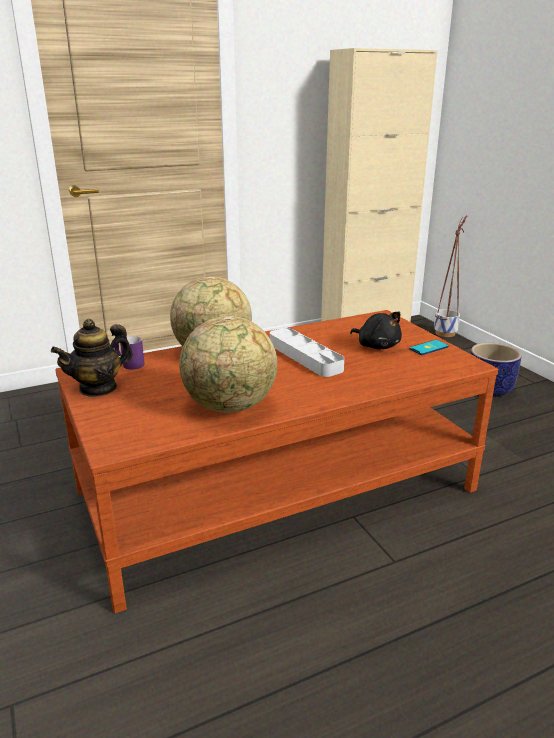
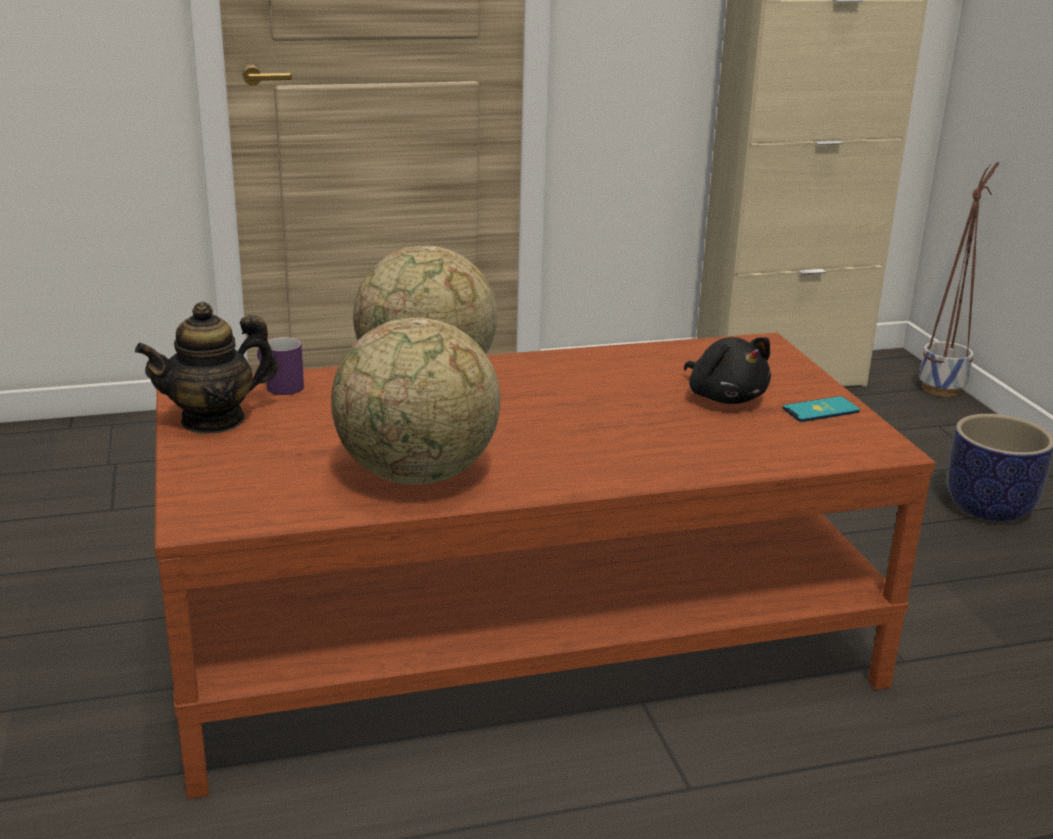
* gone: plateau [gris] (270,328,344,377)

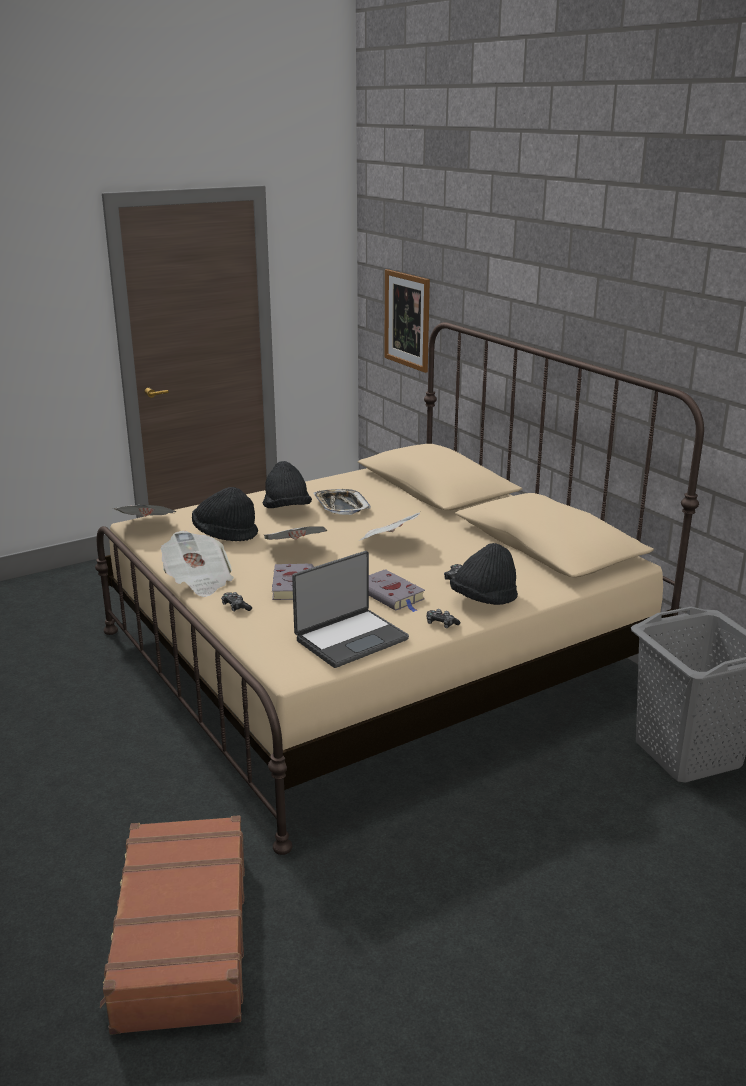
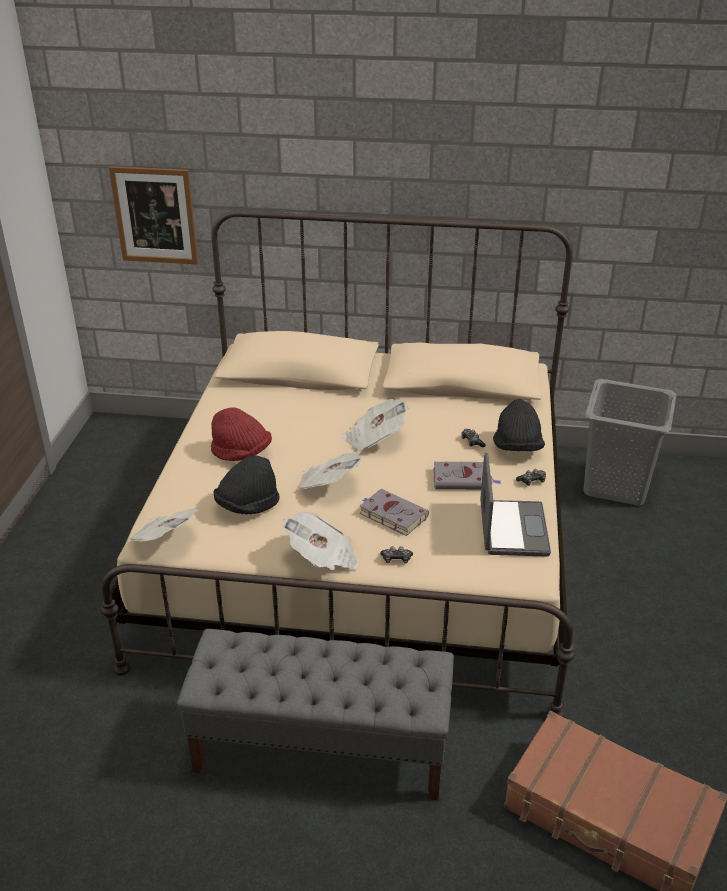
* repainted: chapeau [noir] (263,461,312,508) to chapeau [rouge] (211,407,272,461)
* gone: plateau (313,489,371,515)
* new: banc [gris] (177,629,454,801)

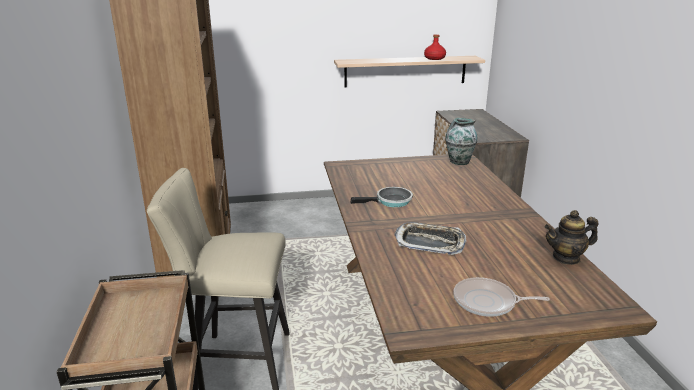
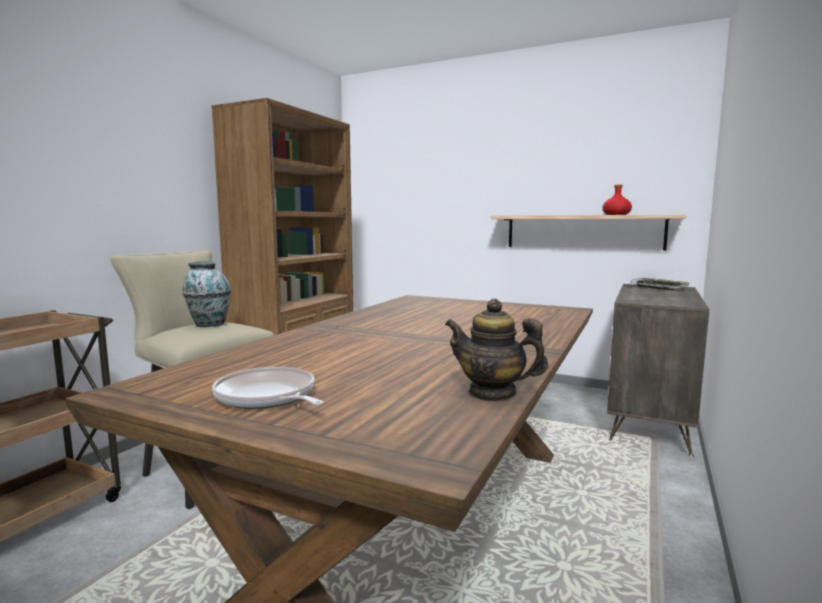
* gone: poêle (351,187,413,207)
* shifted: plateau (394,222,466,255) to (630,278,690,290)
* shifted: vase (445,118,477,165) to (182,261,231,327)

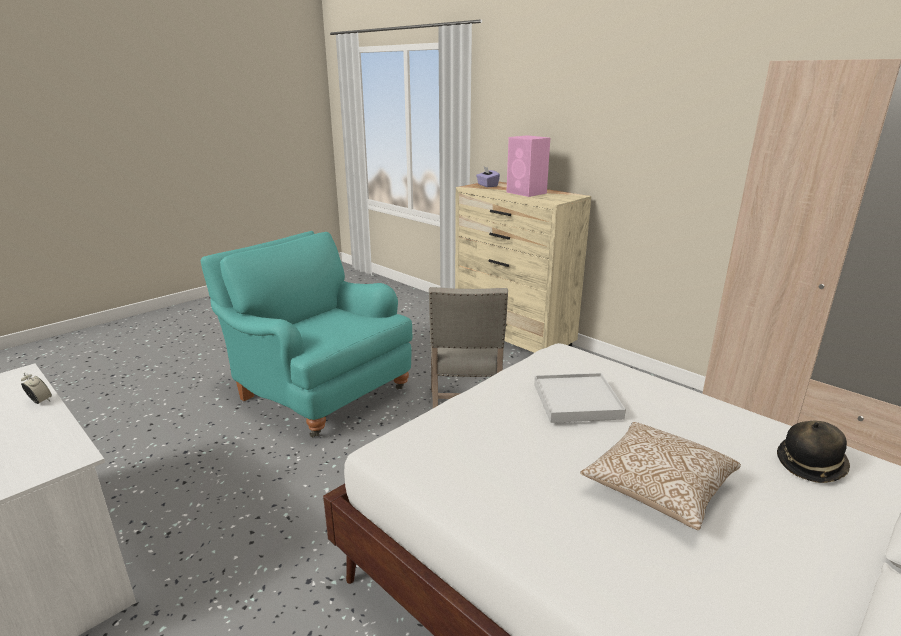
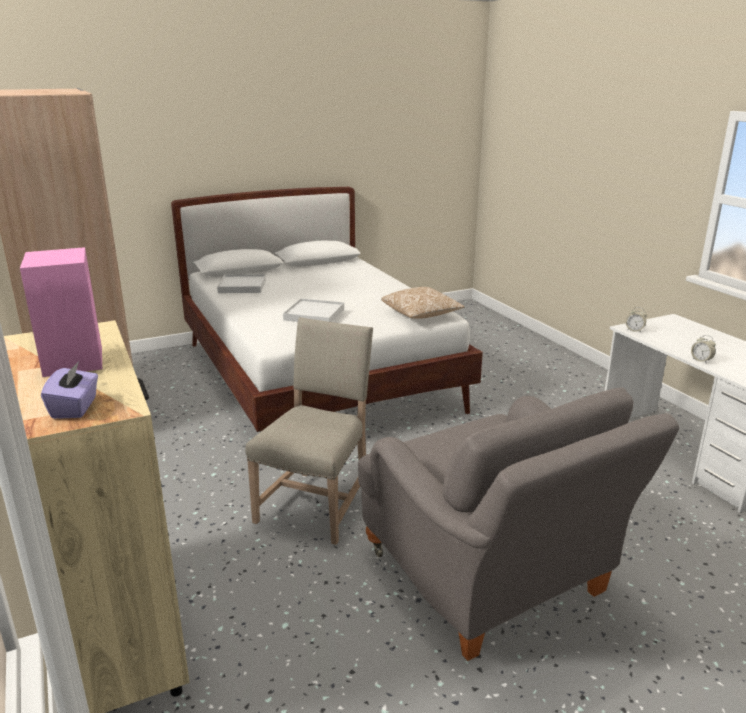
* repainted: fauteuil [turquoise] (201,231,412,438) to fauteuil [gris] (358,388,680,661)
* shifted: coussin (580,422,741,530) to (381,287,465,319)
* swapped: chapeau (777,421,850,483) to plateau [blanc] (217,274,266,293)
* new: réveil (626,307,647,333)

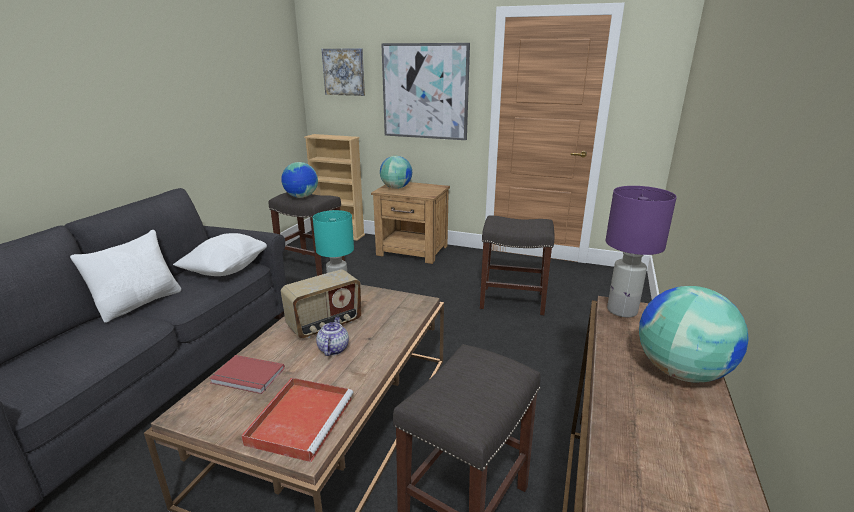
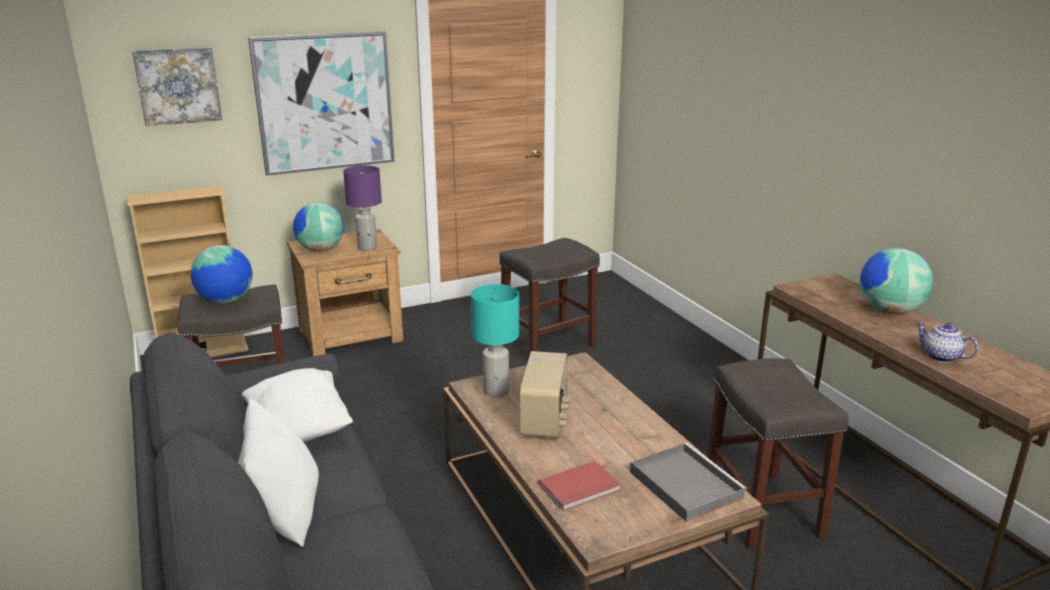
* repainted: plateau [rouge] (241,378,353,462) to plateau [gris] (630,443,747,522)
* shifted: théière (316,317,349,356) to (916,322,979,363)
* shifted: lampe de table [violet] (606,186,677,317) to (343,165,382,251)

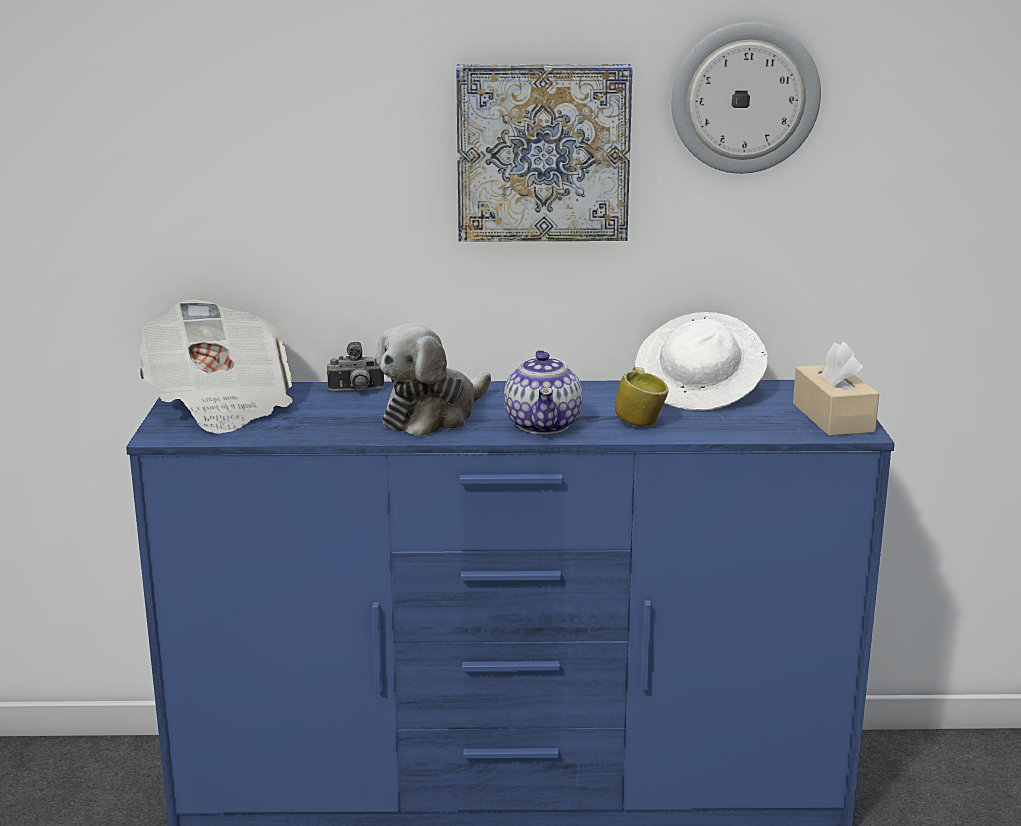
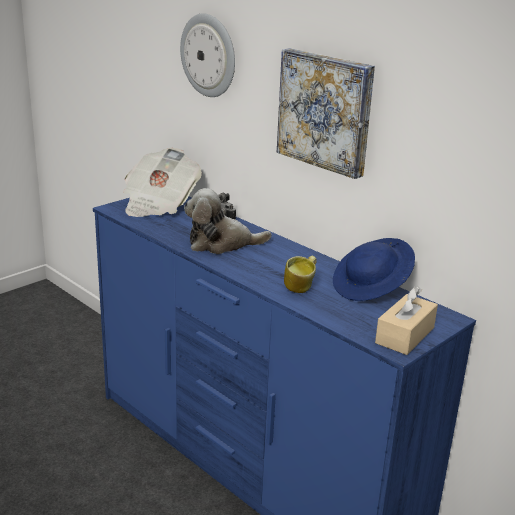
* gone: théière (504,350,583,434)
* repainted: chapeau [blanc] (635,312,768,411) to chapeau [bleu] (333,238,415,301)
* shifted: horloge murale (671,22,821,174) to (180,13,235,97)

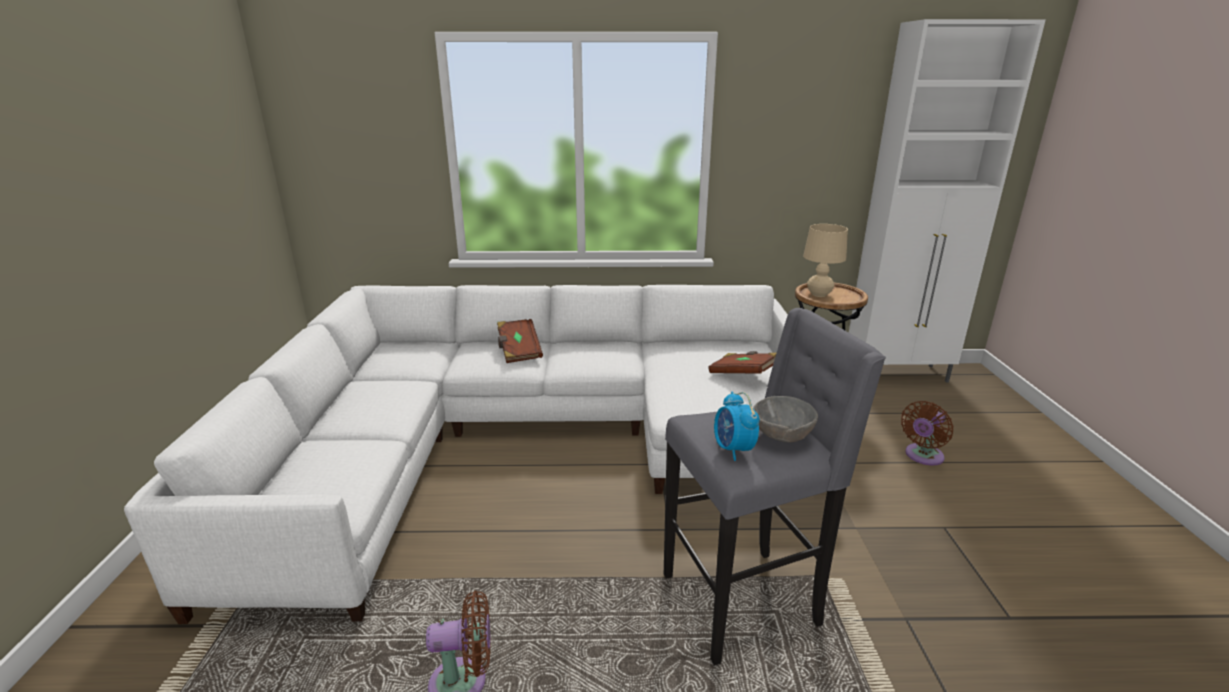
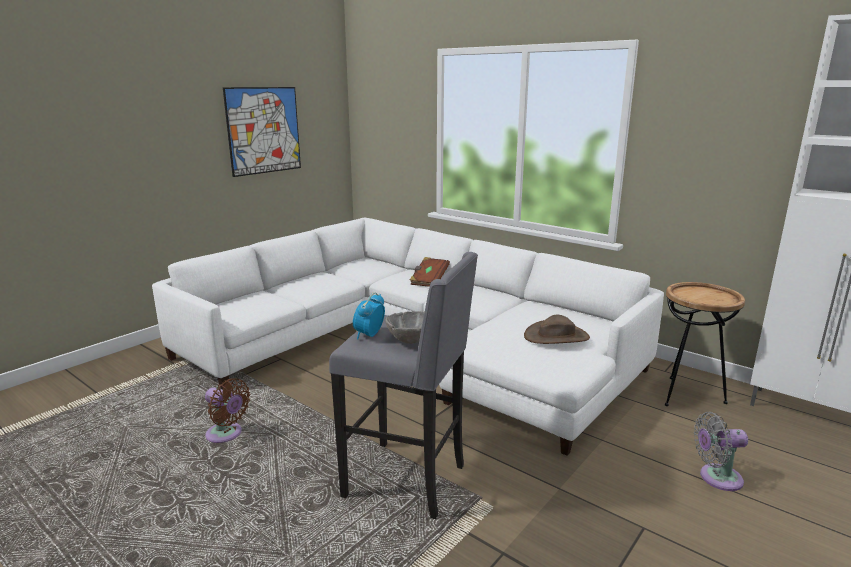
* swapped: livre [marron] (708,351,776,374) to chapeau [marron] (524,314,590,344)
* gone: lampe de table [beige] (803,224,848,297)
* repainted: ventilateur [marron] (901,401,953,465) to ventilateur [gris] (694,412,748,491)
* new: tableau (223,87,301,177)

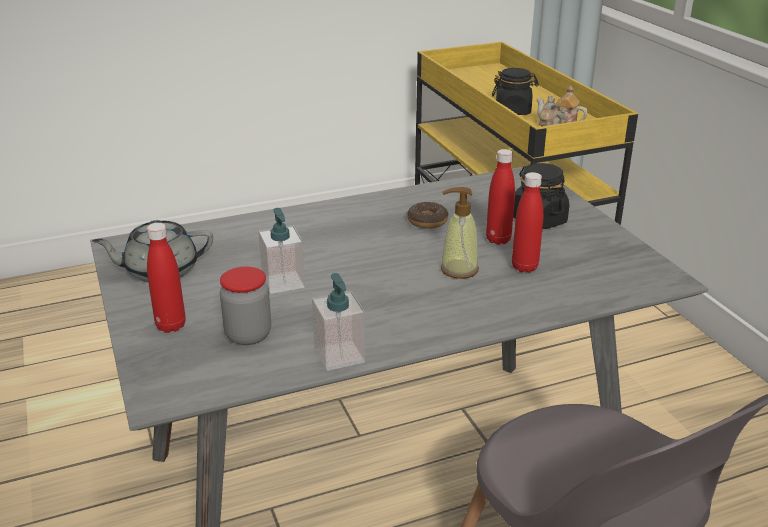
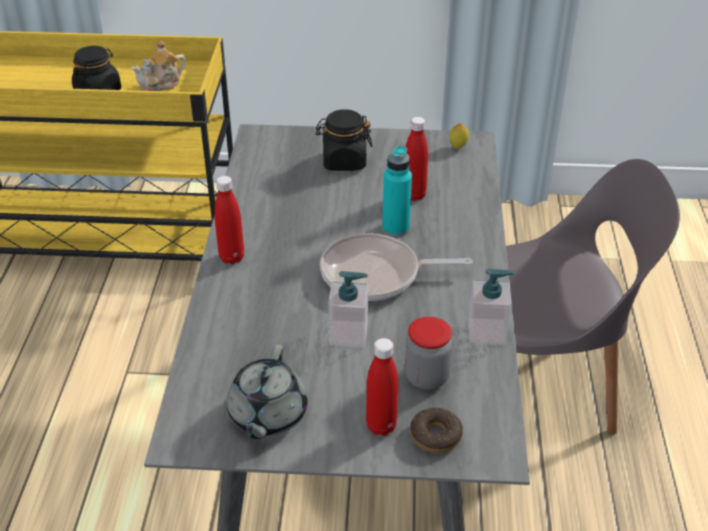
* shifted: beignet (407,201,448,229) to (410,408,463,453)
* swapped: distributeur de savon (441,187,479,279) to bouteille [turquoise] (382,146,412,237)
* shifted: bouteille [rouge] (486,149,515,245) to (215,176,244,264)
* new: poêle (320,233,473,301)
* new: citron (450,123,469,149)

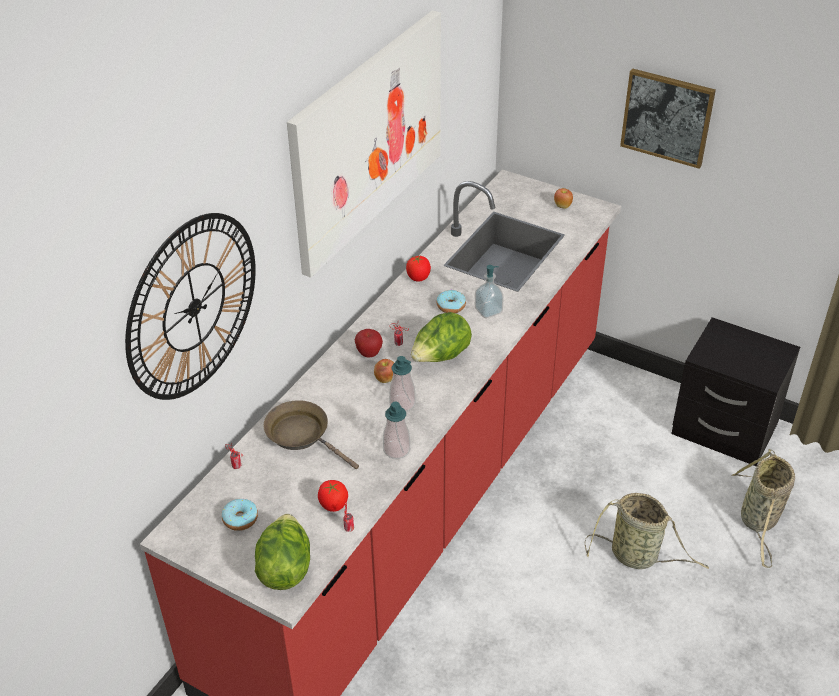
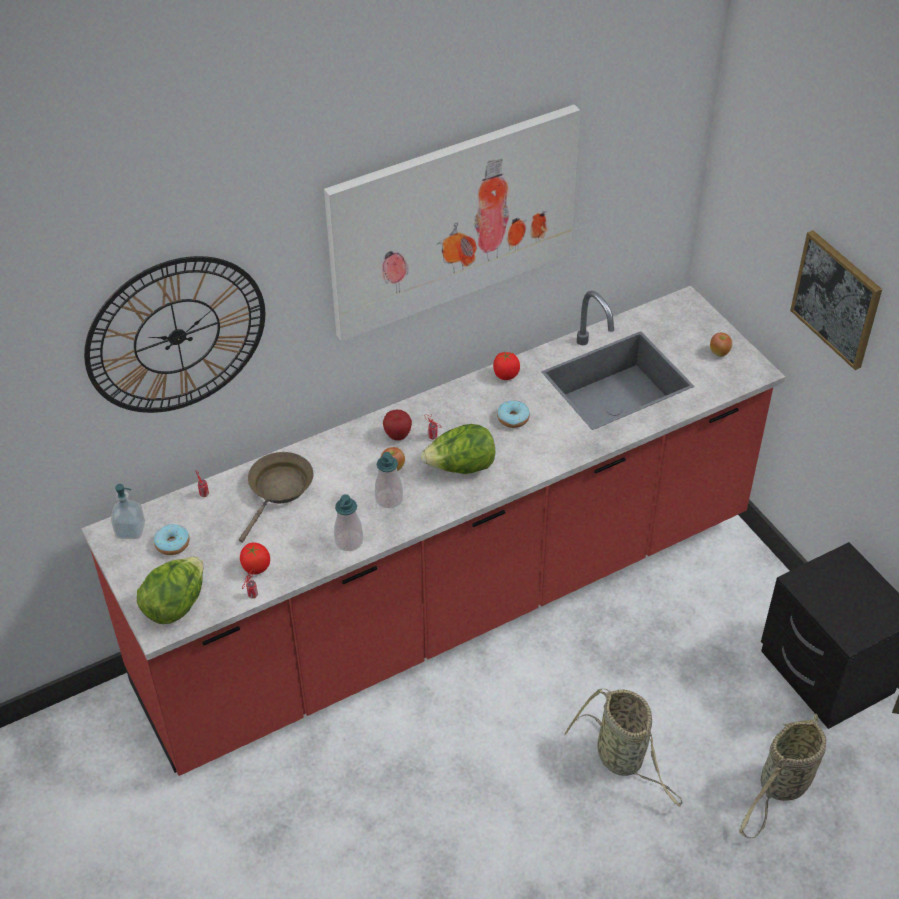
* rotated: poêle [marron] (263,400,359,469) = (239,452,313,543) 45 degrees clockwise
* shifted: distributeur de savon (475,265,504,318) to (111,484,145,539)

